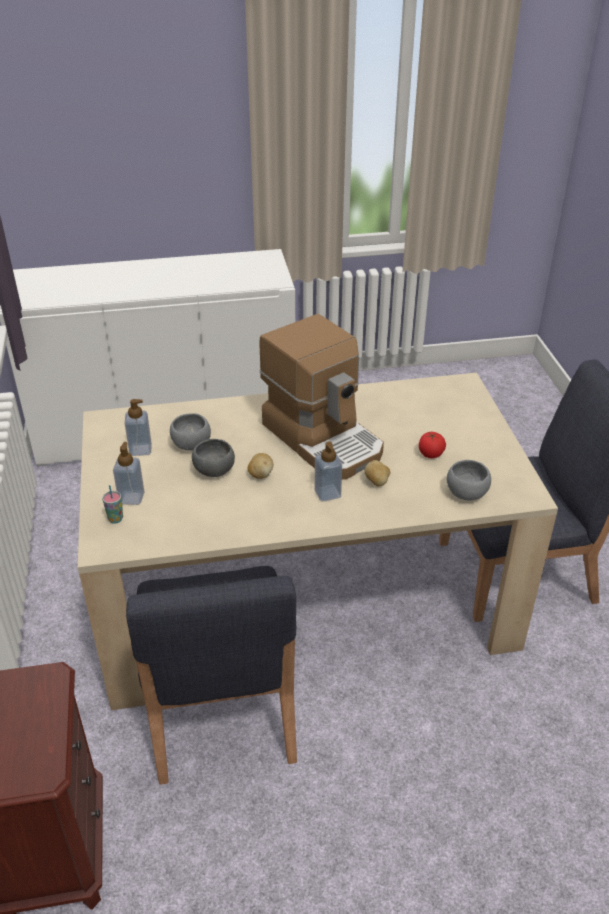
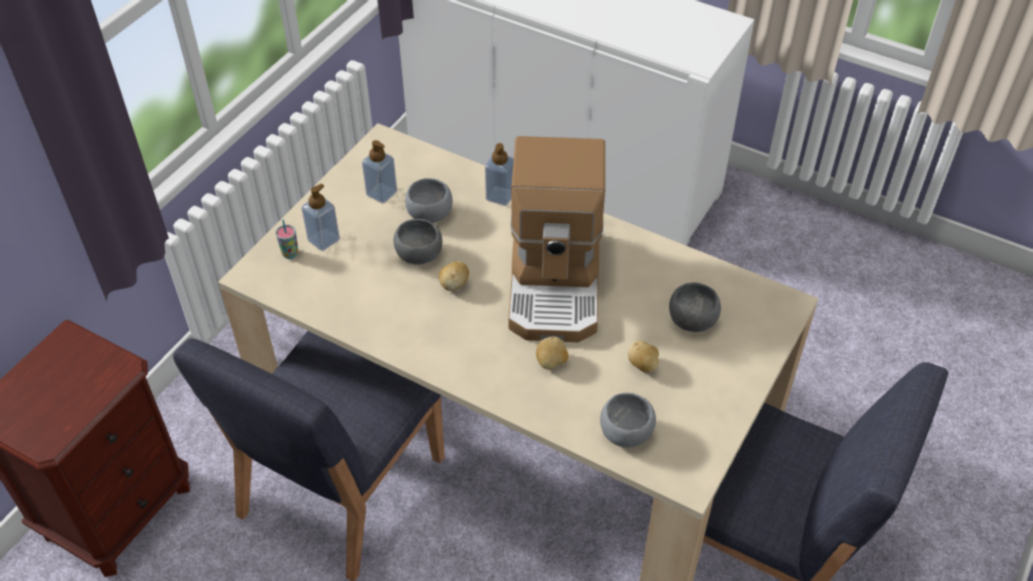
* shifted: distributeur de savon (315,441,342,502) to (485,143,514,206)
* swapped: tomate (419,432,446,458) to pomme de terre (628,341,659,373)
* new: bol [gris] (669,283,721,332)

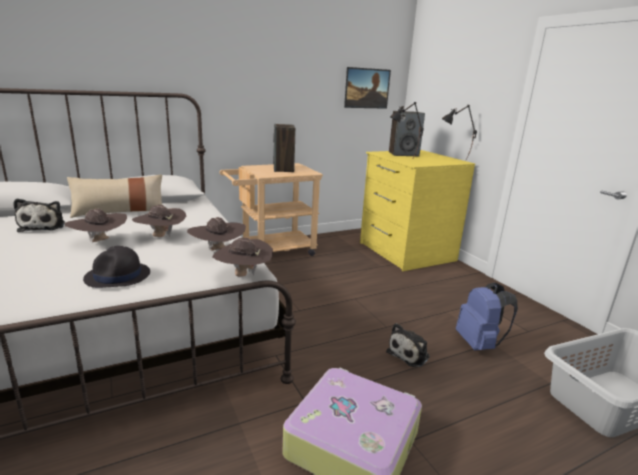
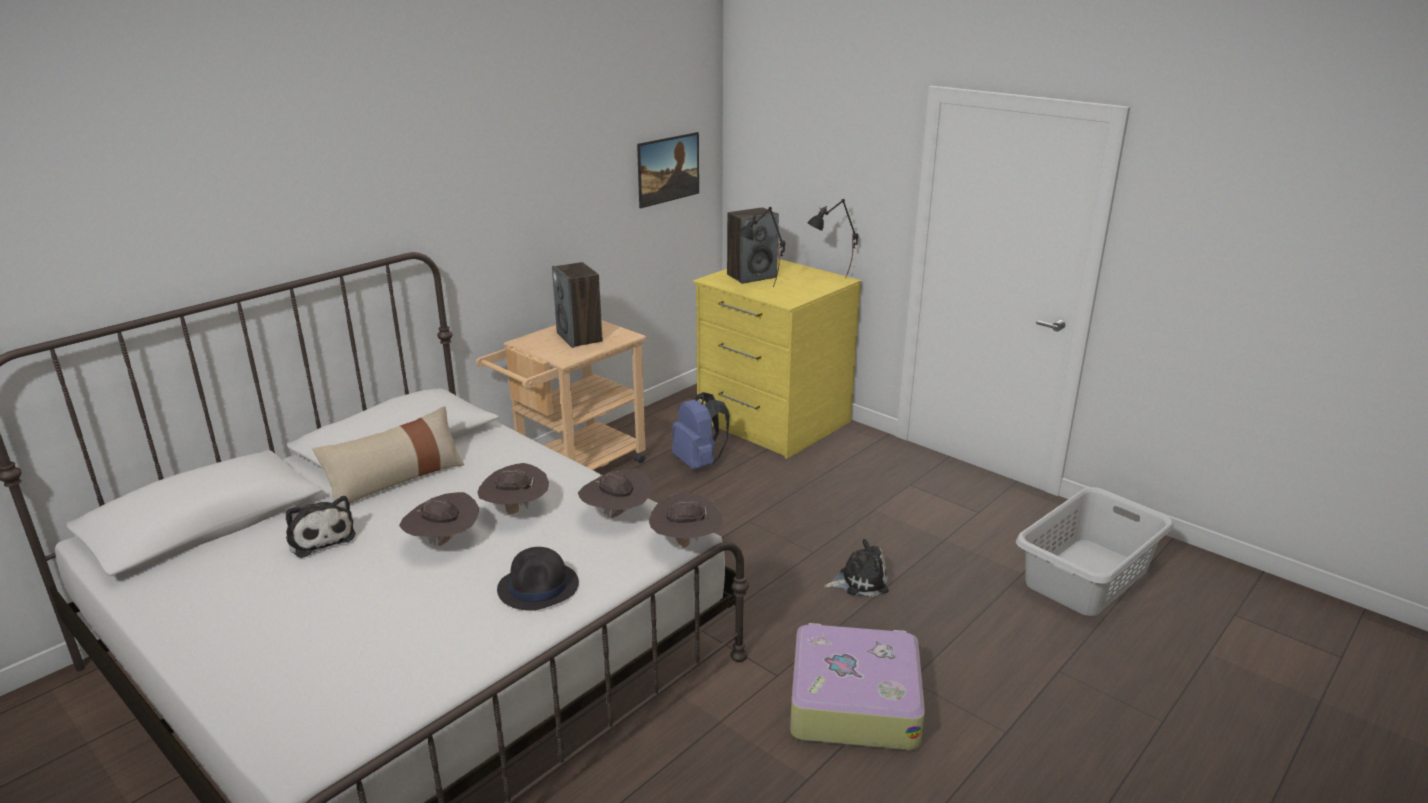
* rotated: peluche (386,323,430,367) = (825,539,889,597) 120 degrees counterclockwise
* shifted: sac à dos [bleu] (456,283,518,350) to (672,392,730,470)

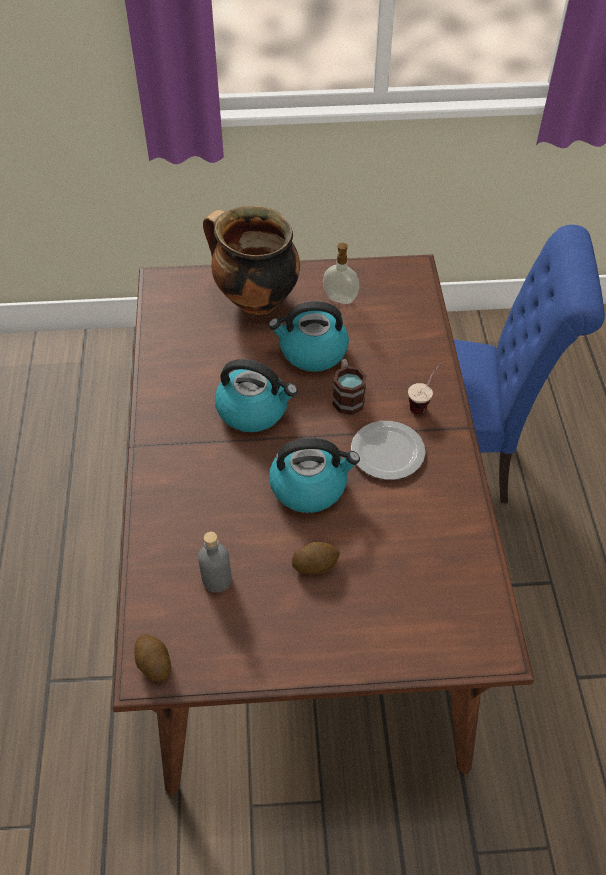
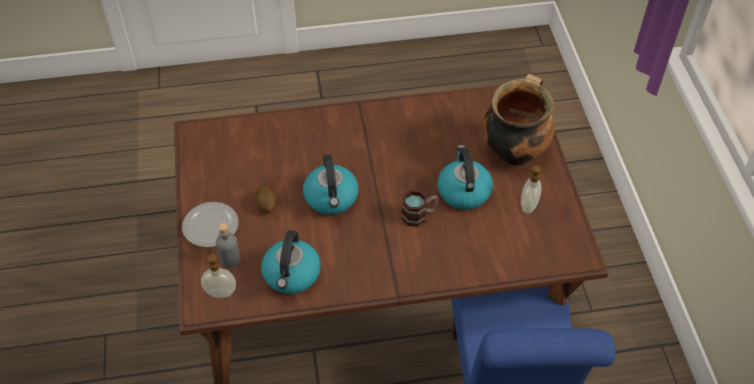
* gone: pomme de terre (134,634,172,681)
* shifted: bouteille [gris] (198,532,232,593) to (216,223,241,268)
* shifted: bouilloire (215,359,298,432) to (261,230,321,294)
* shifted: assiette (351,421,425,480) to (182,202,239,247)
* gone: tasse (408,362,442,414)
* new: distributeur de savon (201,249,236,298)

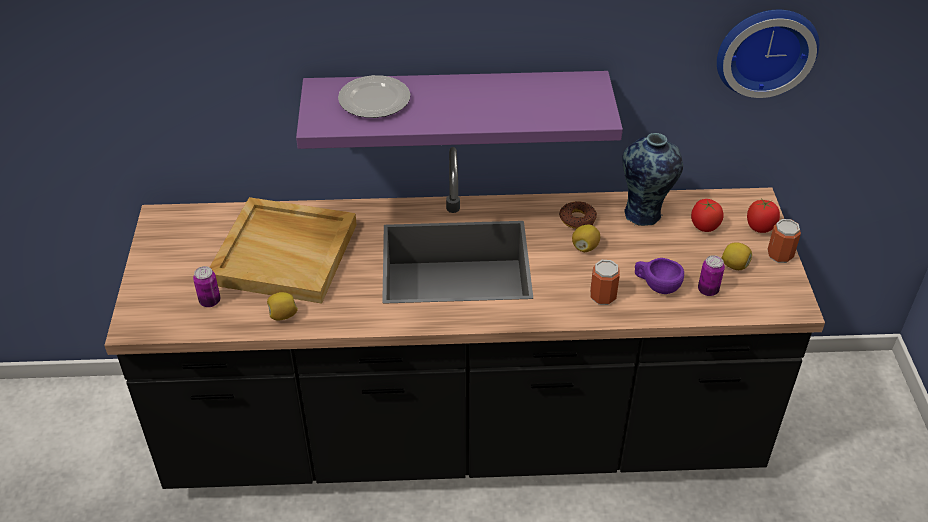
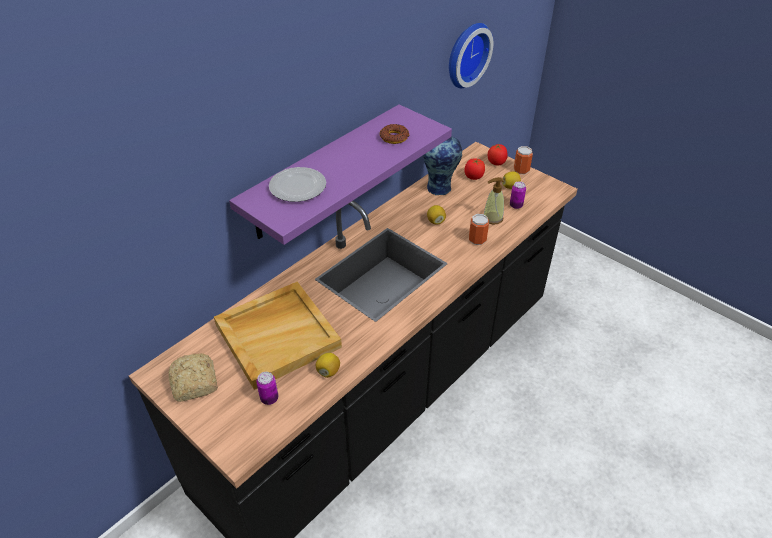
* shifted: beignet (559,201,597,229) to (380,124,409,144)
* swapped: tasse [violet] (635,258,684,294) to distributeur de savon (484,177,504,224)
* new: pain (168,353,218,402)

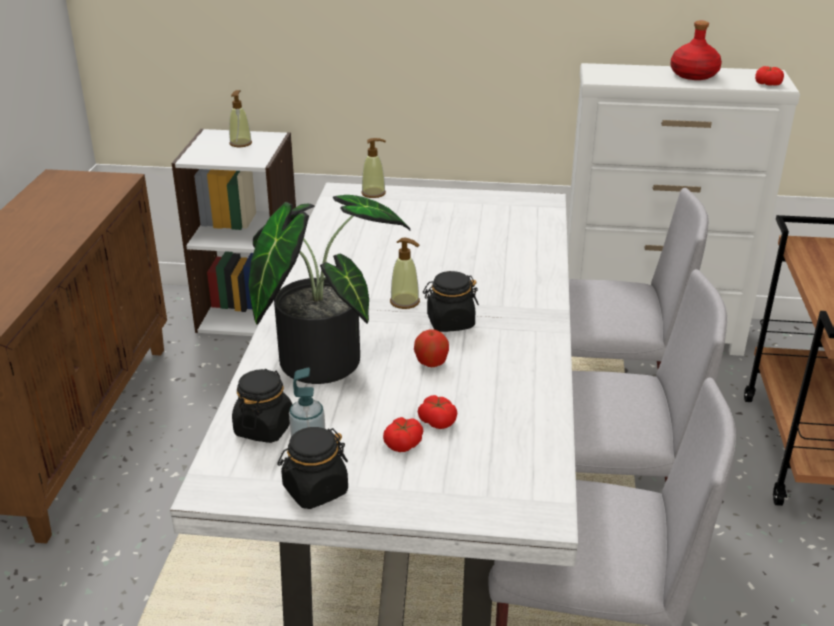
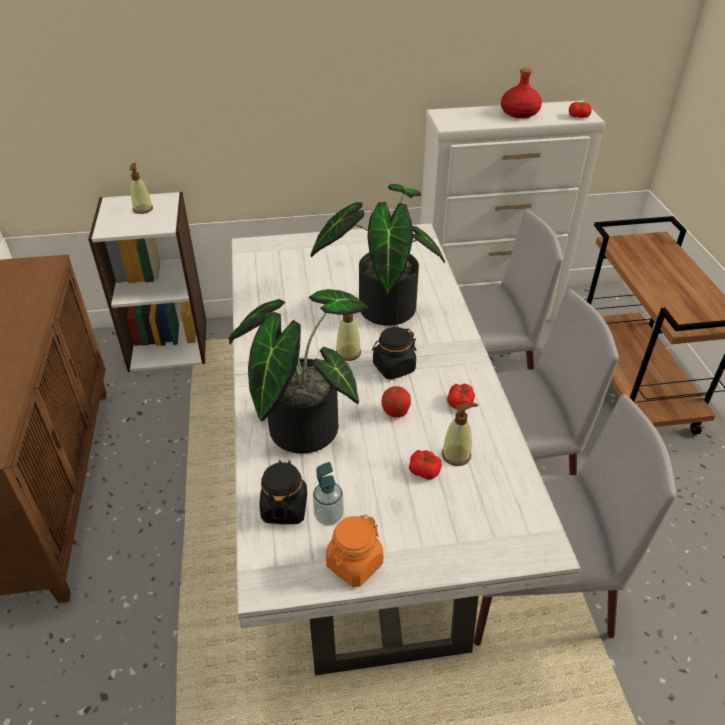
* repainted: bocal [noir] (277,427,348,509) to bocal [orange] (326,514,384,587)
* shifted: distributeur de savon (361,138,386,198) to (442,402,478,466)
* shifted: tomate (383,417,423,452) to (447,384,475,409)
* new: plante en pot (311,184,445,326)

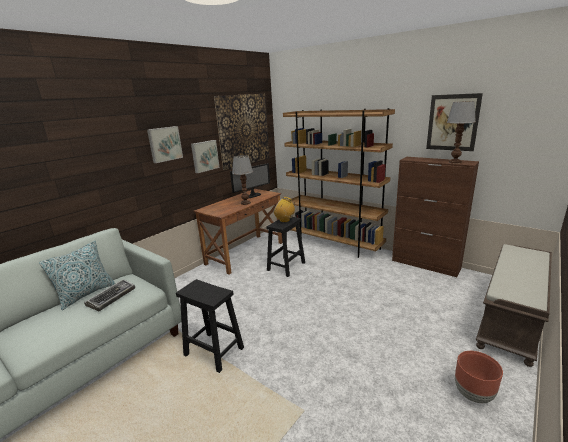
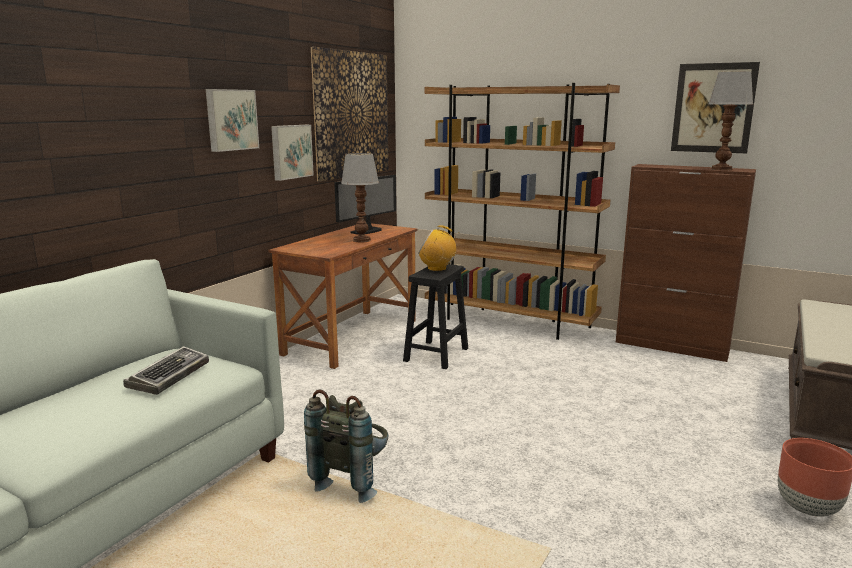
* gone: coussin (39,241,115,310)
* swapped: tabouret [noir] (176,279,244,373) to sac à dos [gris] (304,389,388,503)

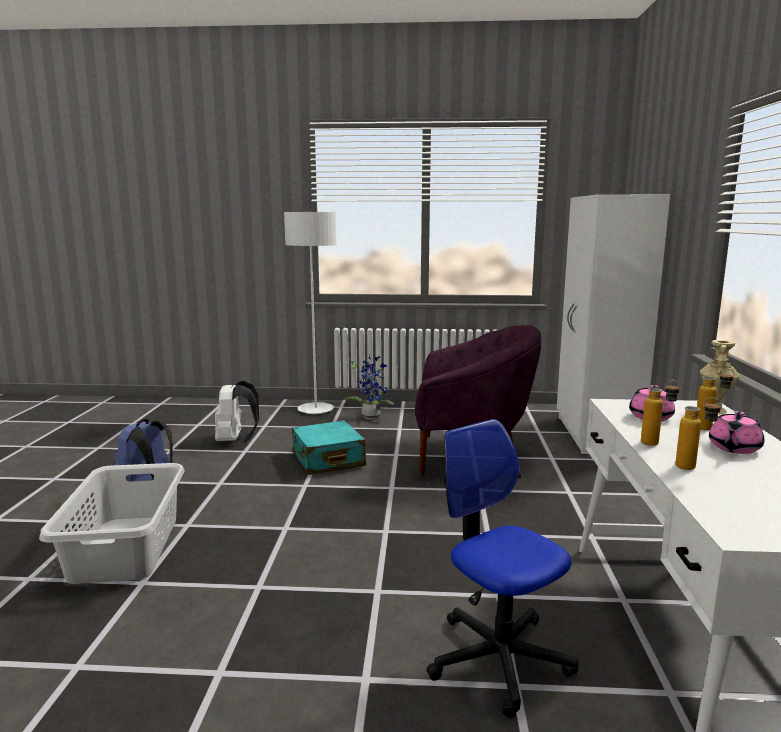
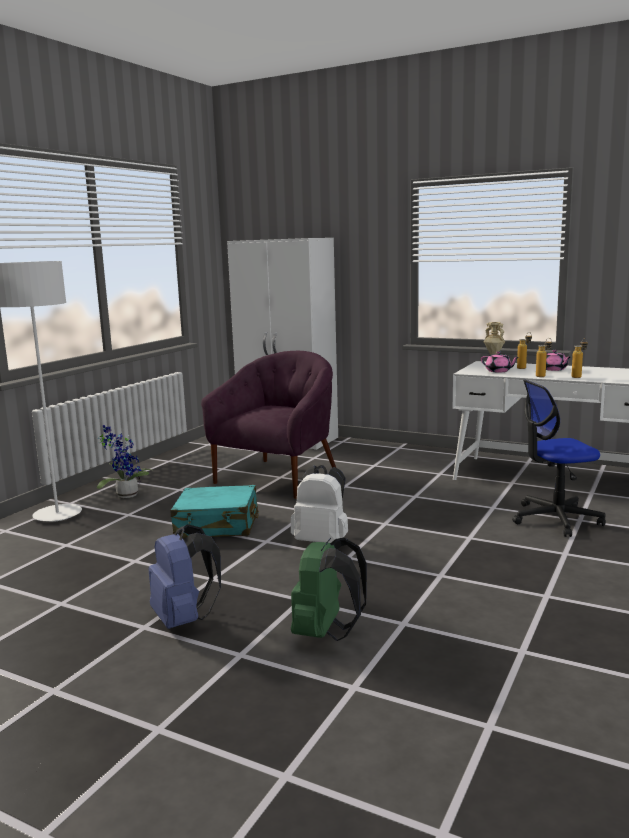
* swapped: panier à linge [gris] (39,463,184,584) to sac à dos [vert] (291,538,367,641)
* shifted: sac à dos [blanc] (215,381,259,443) to (291,465,348,543)

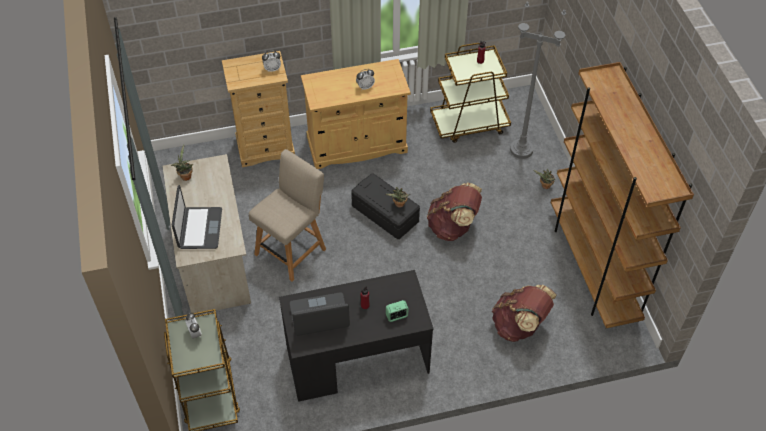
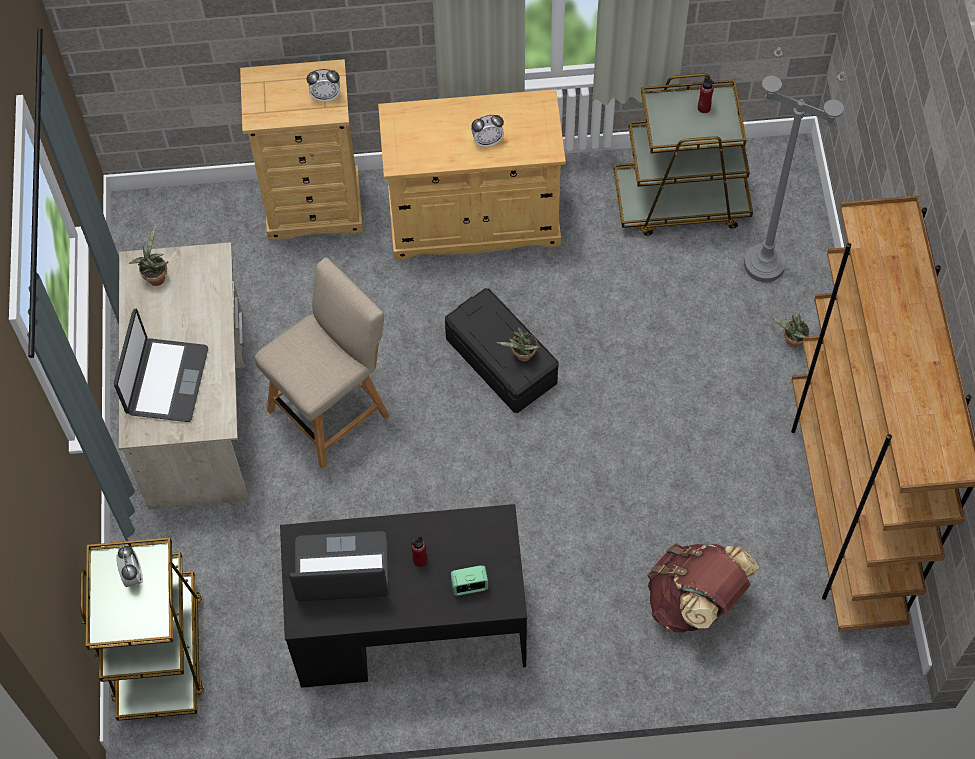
* gone: sac à dos [marron] (427,182,482,241)

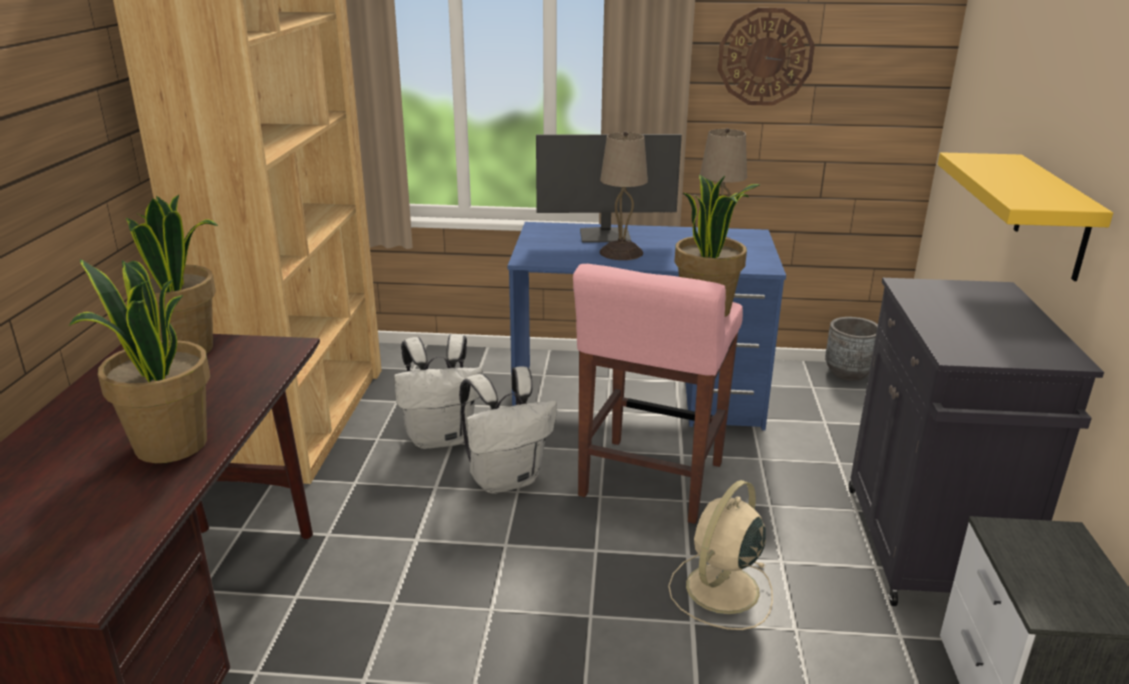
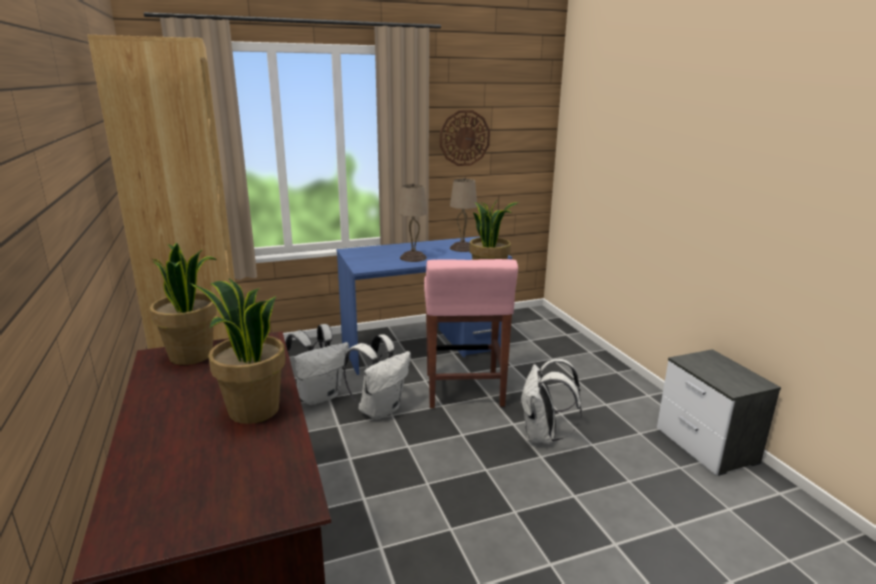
* gone: écran d'ordinateur (536,134,682,243)
* swapped: ventilateur [beige] (668,480,773,630) to sac à dos [blanc] (520,359,582,444)
* gone: cache-pot [gris] (825,317,878,381)
* gone: meuble de rangement [noir] (849,278,1104,606)
* gone: étagère [jaune] (938,152,1113,281)

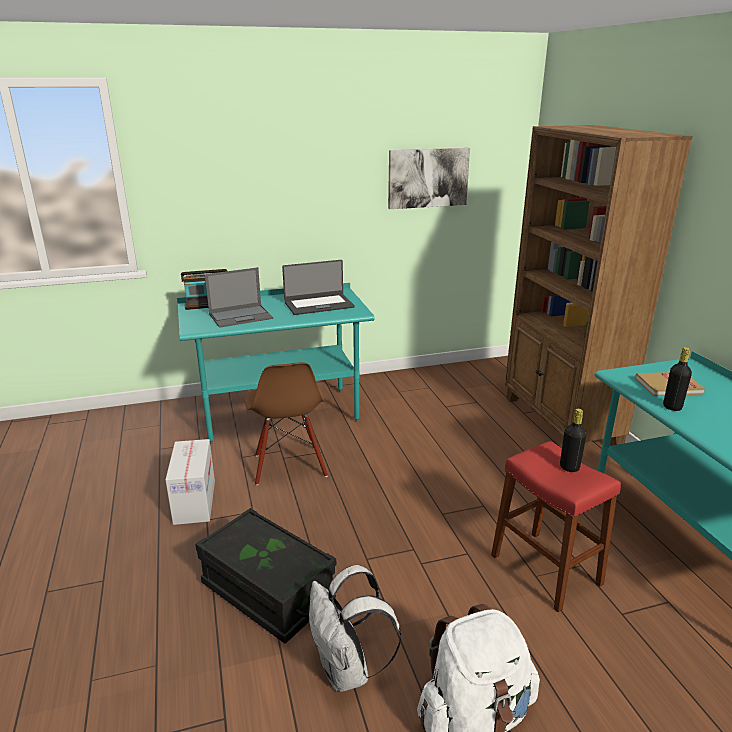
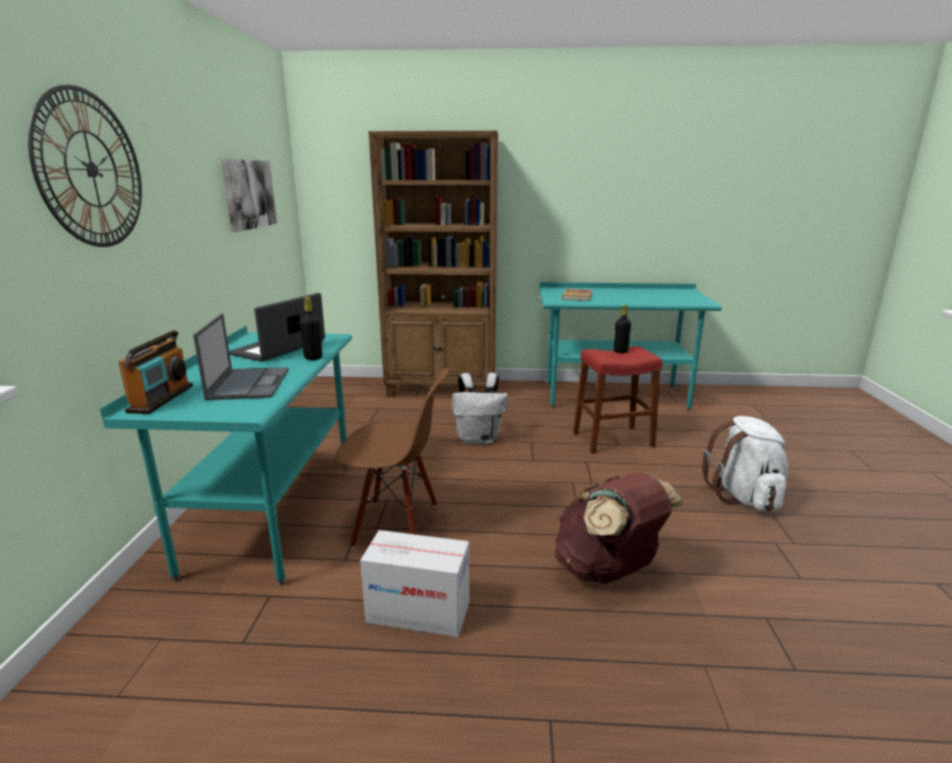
* swapped: boîte de rangement [noir] (195,508,336,644) to sac à dos [marron] (555,472,684,584)
* rotated: ordinateur portable (282,260,355,315) = (229,293,325,362) 150 degrees counterclockwise
* shifted: sac à dos [blanc] (309,565,401,692) to (452,372,508,445)
* shifted: bouteille [noir] (663,347,692,411) to (300,297,322,360)
* new: horloge murale (28,85,142,247)

